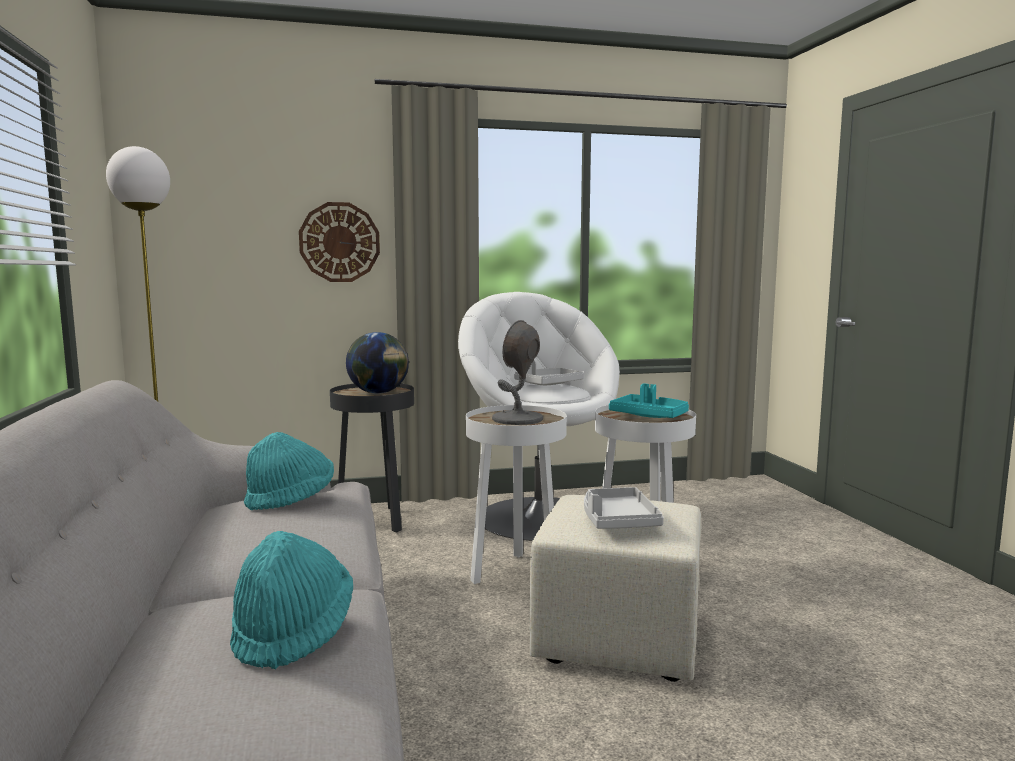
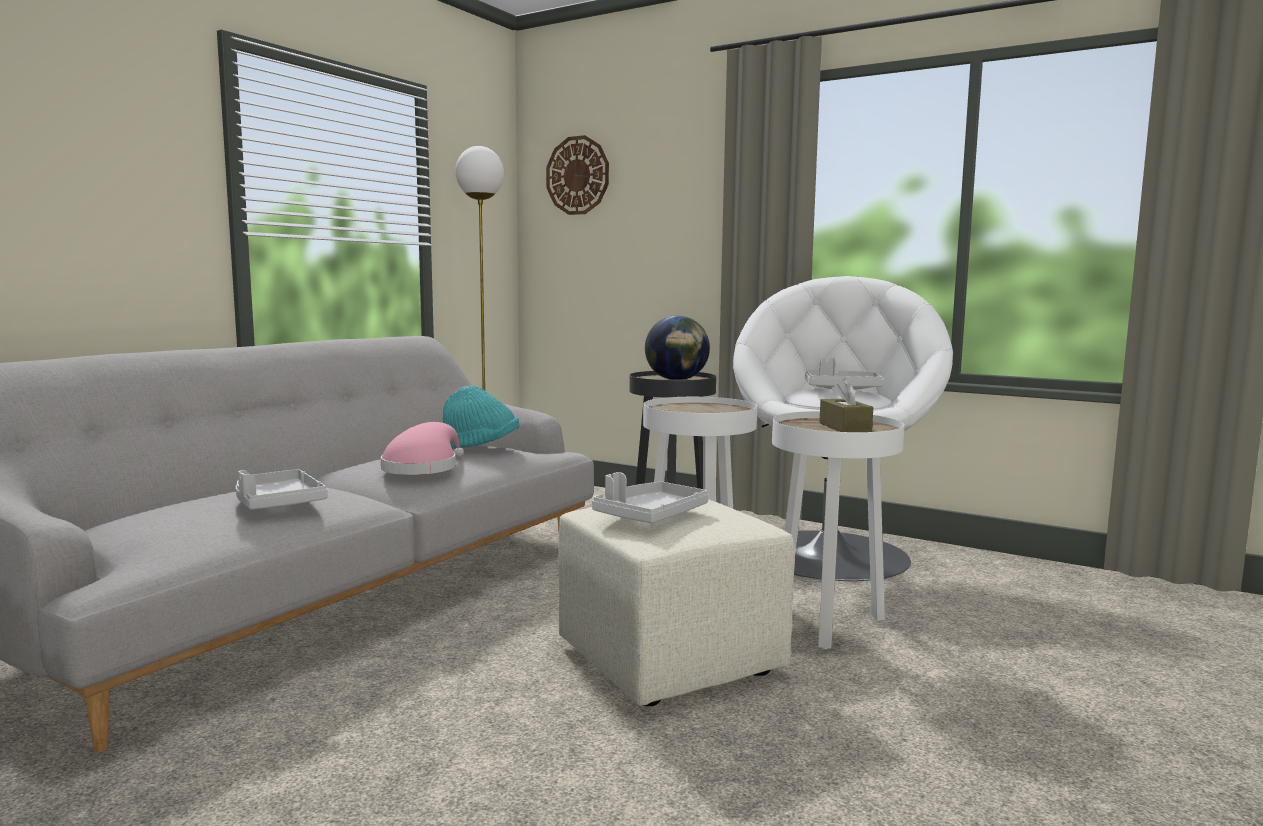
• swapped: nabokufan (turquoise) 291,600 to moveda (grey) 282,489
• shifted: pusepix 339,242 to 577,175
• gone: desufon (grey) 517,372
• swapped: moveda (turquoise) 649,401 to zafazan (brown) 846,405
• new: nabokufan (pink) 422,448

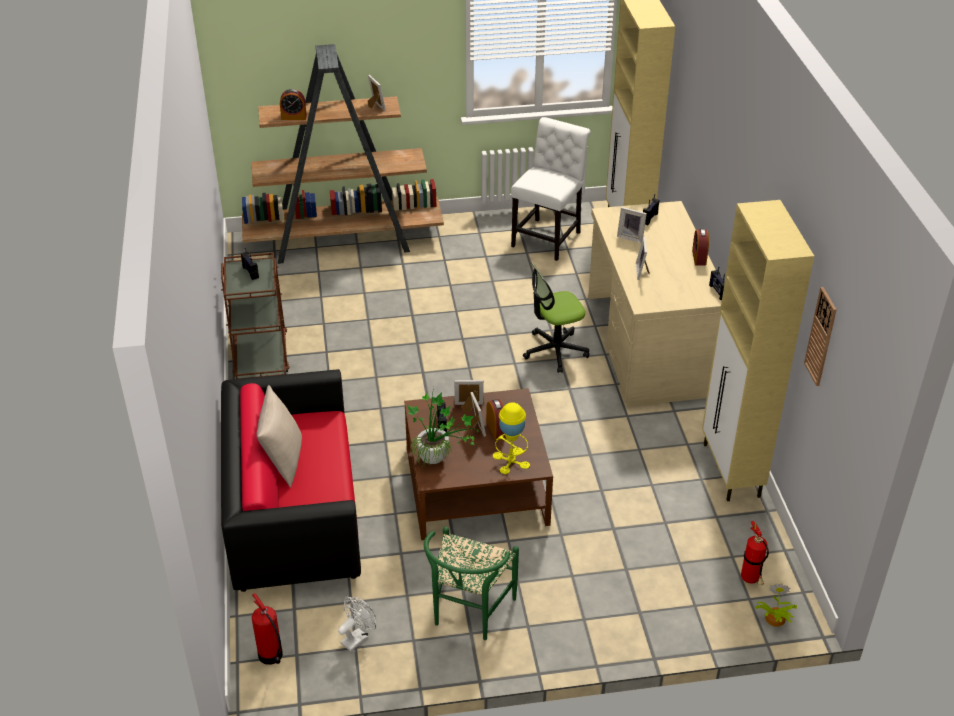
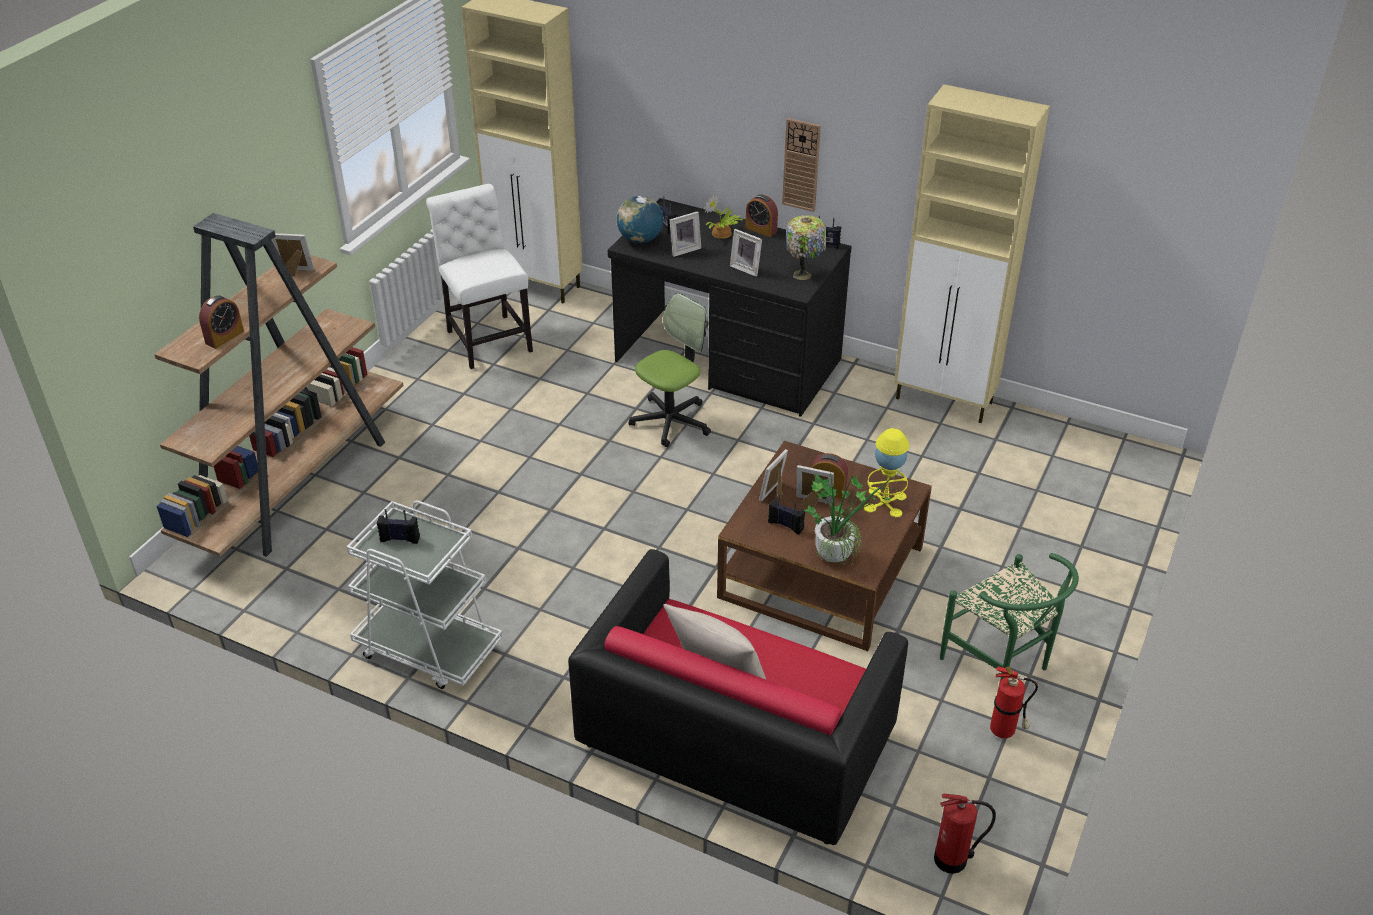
• repainted: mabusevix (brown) 255,316 to mabusevix (white) 425,594
• gone: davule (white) 357,624
• rotated: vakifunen 556,317 = 670,370 150 degrees counterclockwise
• repainted: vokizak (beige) 655,303 to vokizak (black) 730,307
• shifted: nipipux 755,553 to 1014,702
• shifted: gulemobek 776,605 to 724,217
• shifted: pusepix 820,336 to 801,165
• new: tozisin 640,219
• new: desufon 806,247

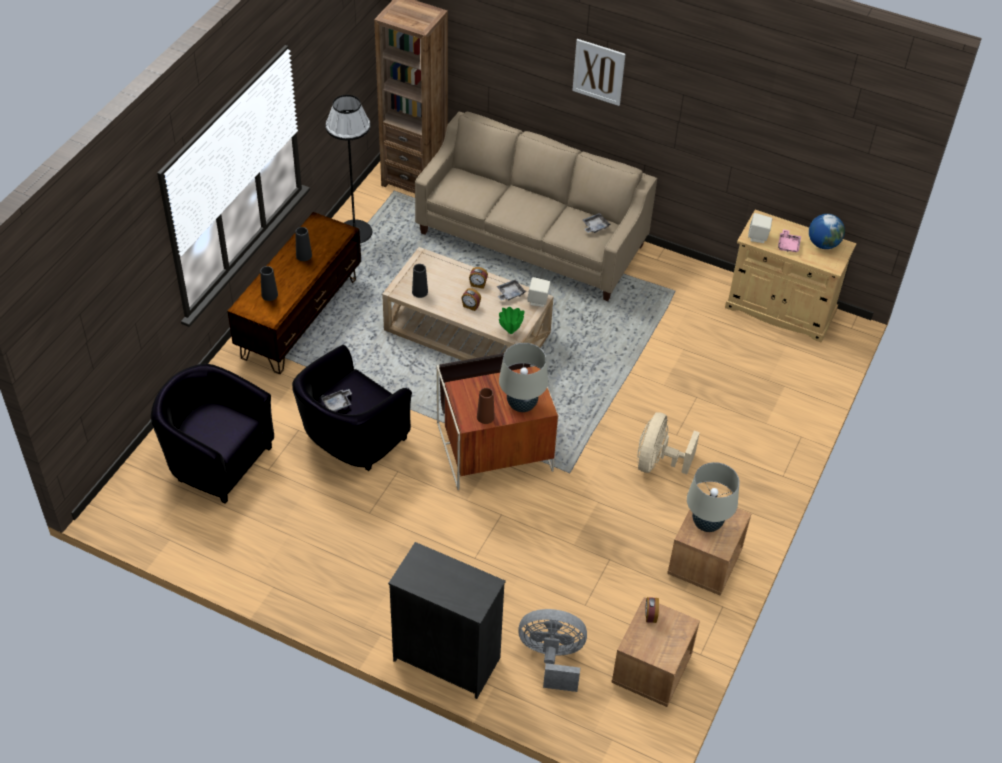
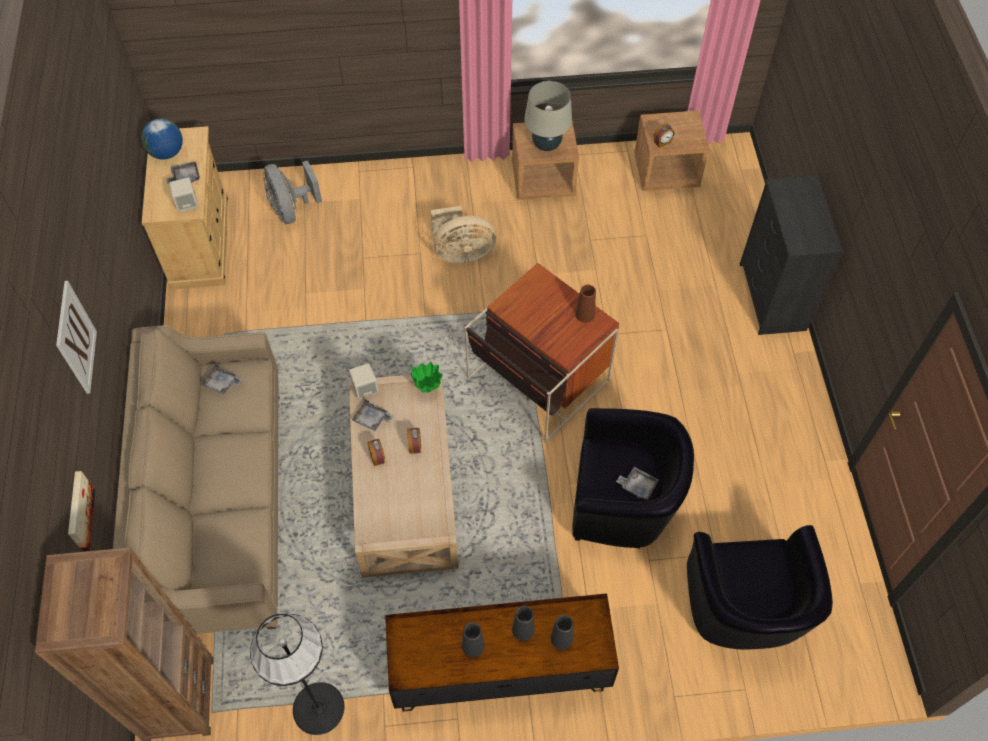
• shifted: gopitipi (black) 420,281 to 523,623
• gone: desufon (beige) 523,377
• shifted: davule (grey) 552,650 to 292,192
• repainted: moveda (pink) 789,240 to moveda (grey) 183,172
• new: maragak 81,511

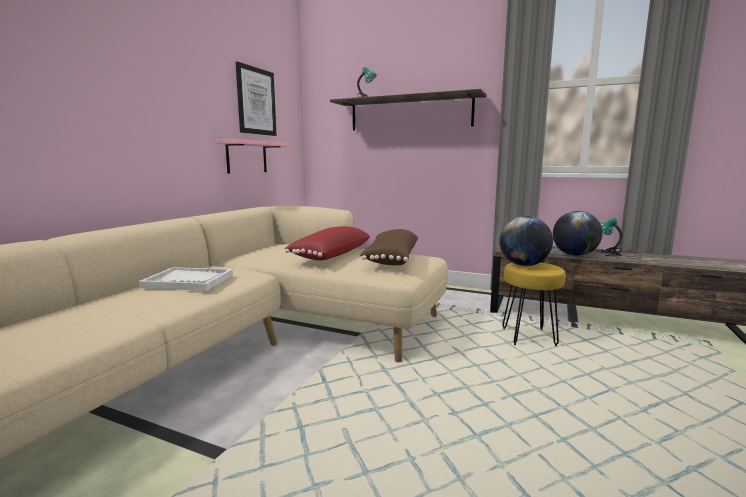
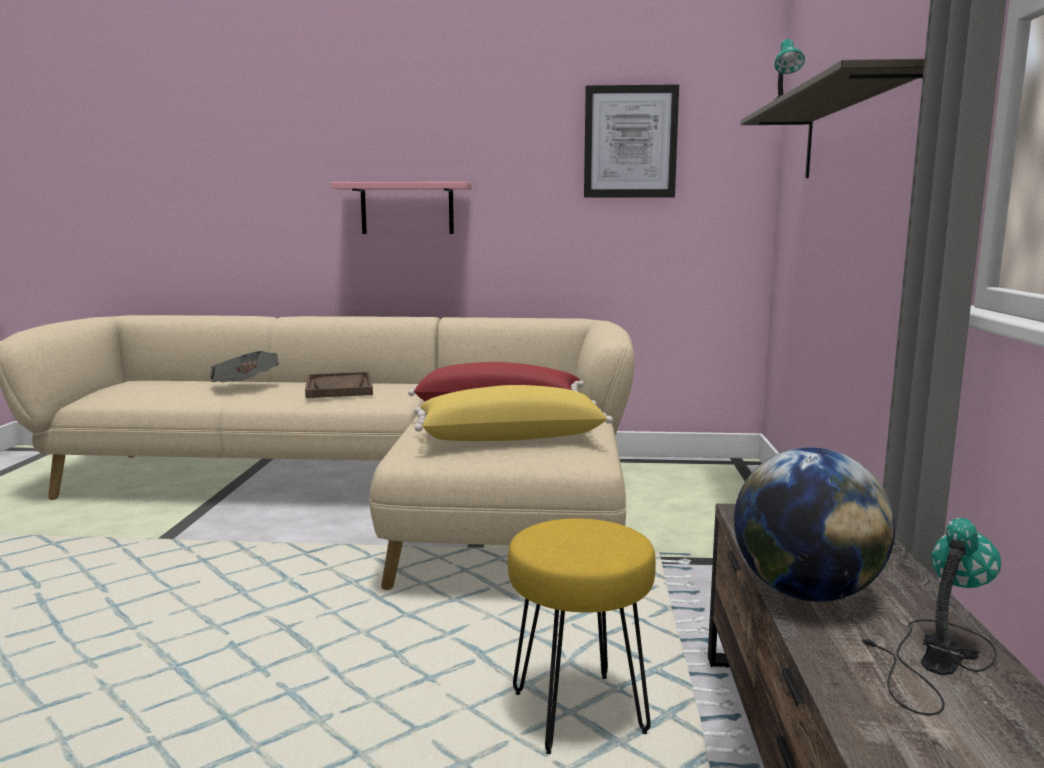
• repainted: moveda (white) 186,279 to moveda (brown) 339,385
• shifted: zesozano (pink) 253,156 to 401,208
• repainted: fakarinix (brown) 389,247 to fakarinix (yellow) 513,413
• gone: tozisin 526,241
• new: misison 244,366

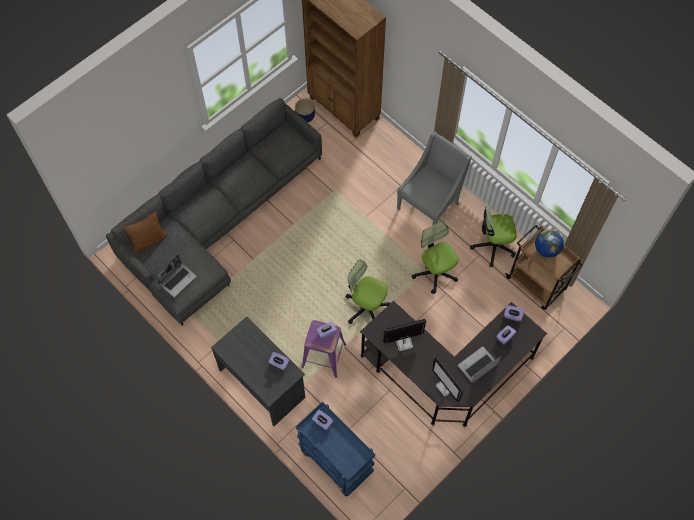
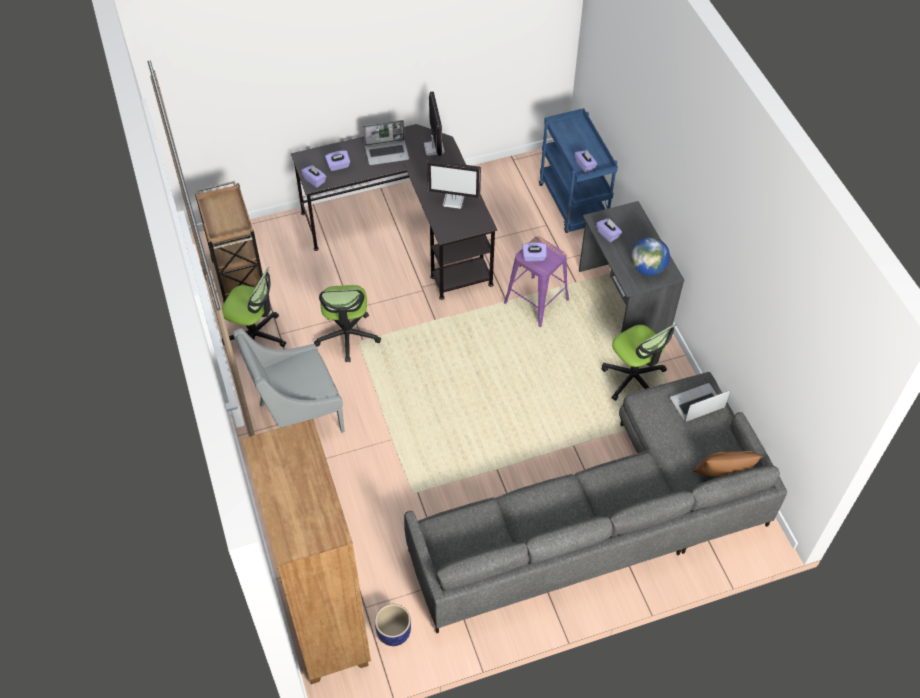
• shifted: vakifunen 367,291 to 639,362
• shifted: tozisin 549,243 to 650,256

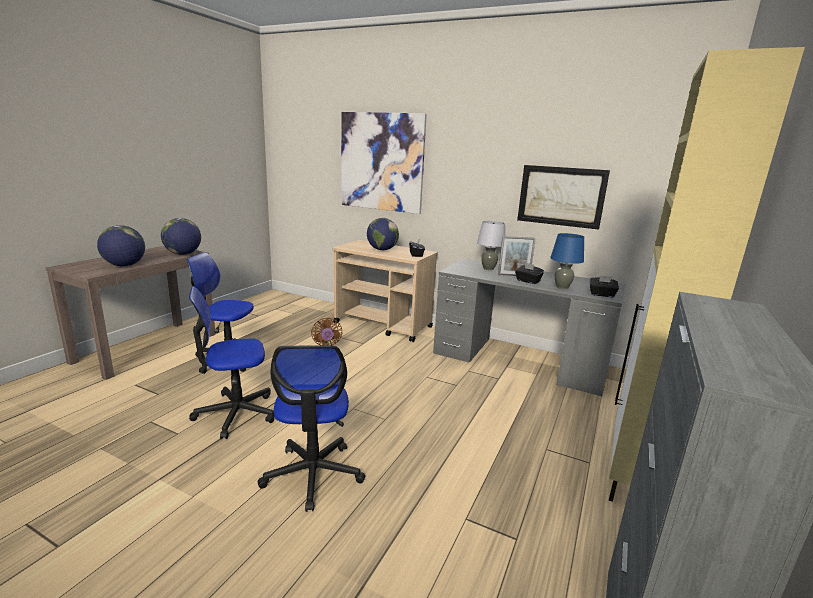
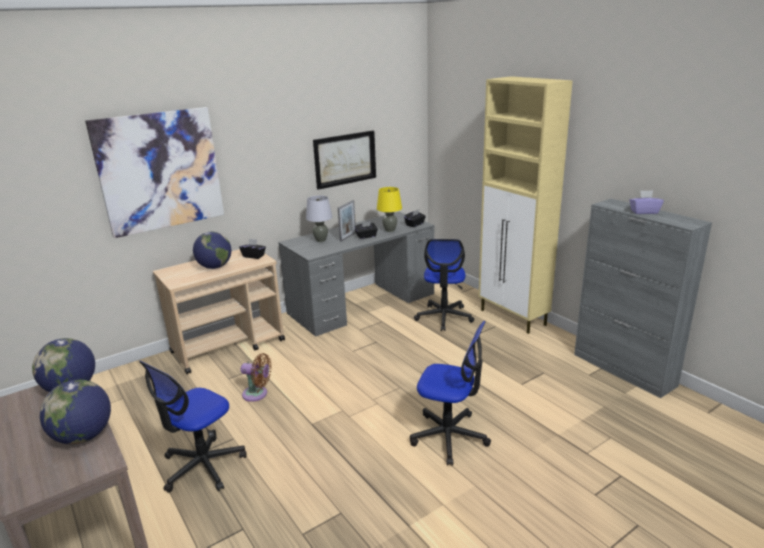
• shifted: vakifunen 231,362 to 444,285
• repainted: desufon (blue) 567,261 to desufon (yellow) 389,209
• new: zafazan (purple) 646,202

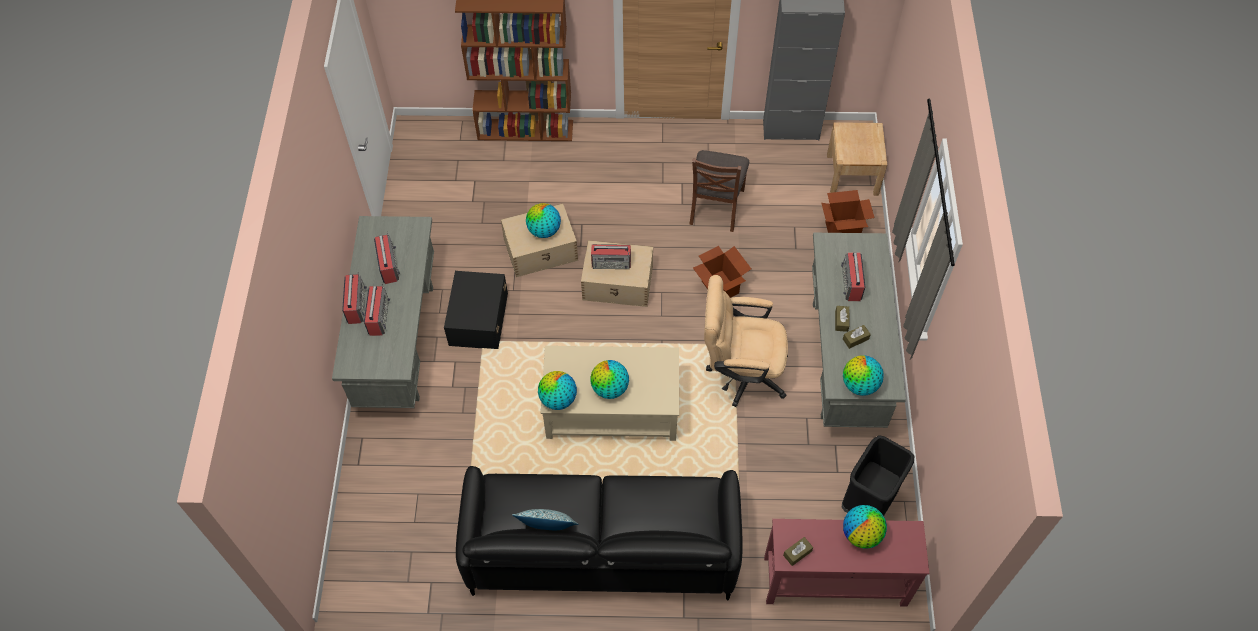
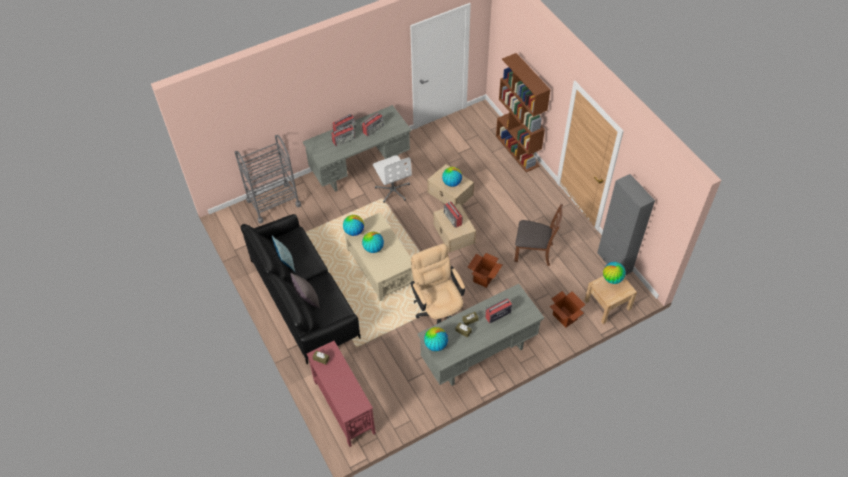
• swapped: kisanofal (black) 476,310 to vakifunen (white) 392,179
• rotated: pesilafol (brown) 719,191 = 538,235 150 degrees counterclockwise
• gone: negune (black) 877,475
• shifted: tozisin 865,527 to 614,273
• new: mabusevix (grey) 268,179
• new: fakarinix (grey) 305,290

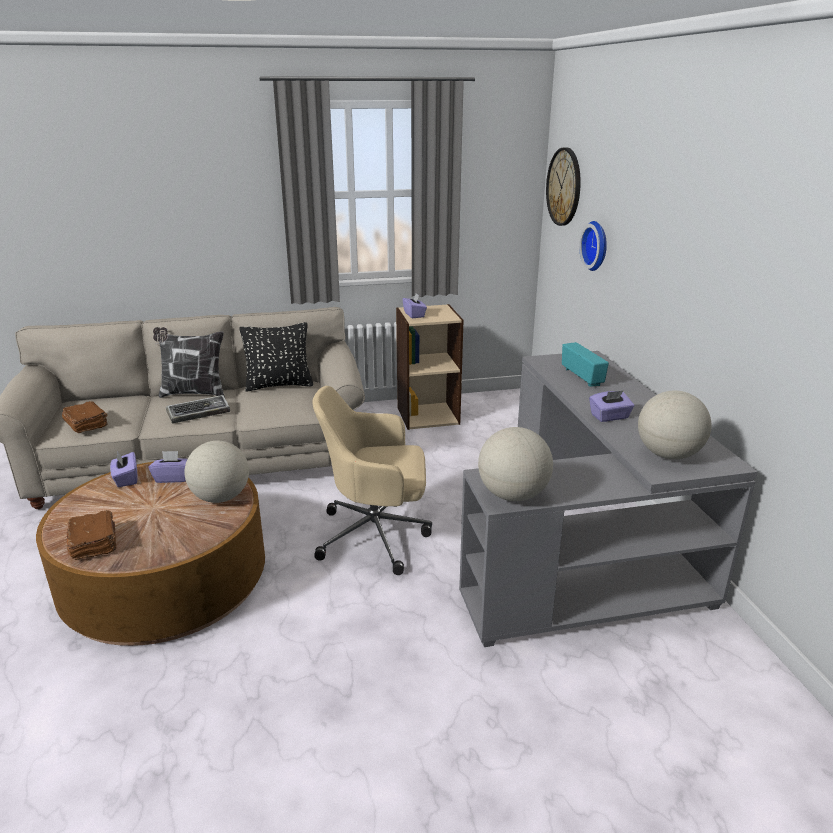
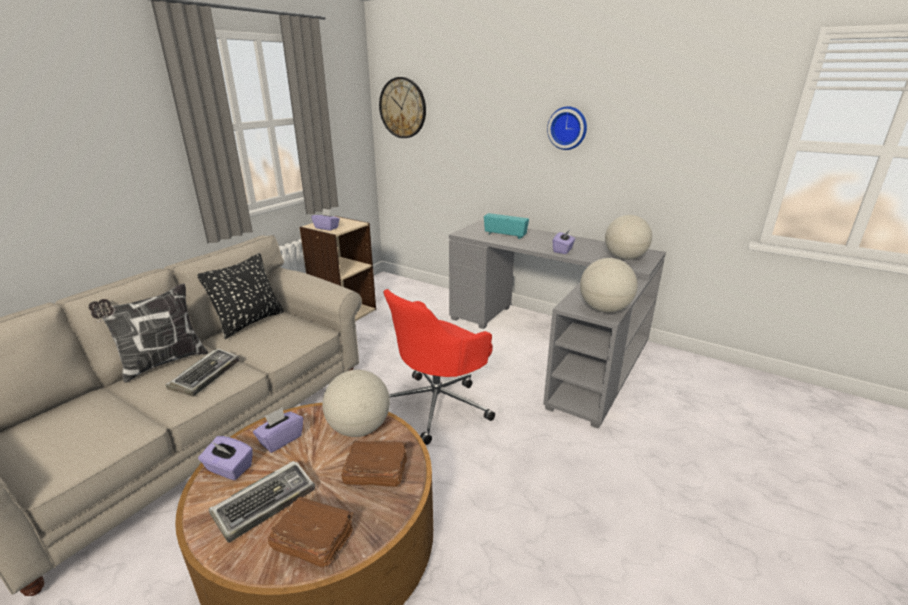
• shifted: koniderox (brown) 85,417 to 374,464
• repainted: vakifunen (beige) 372,480 to vakifunen (red) 439,367
• shifted: pusepix 593,246 to 567,128
• new: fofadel 262,502

